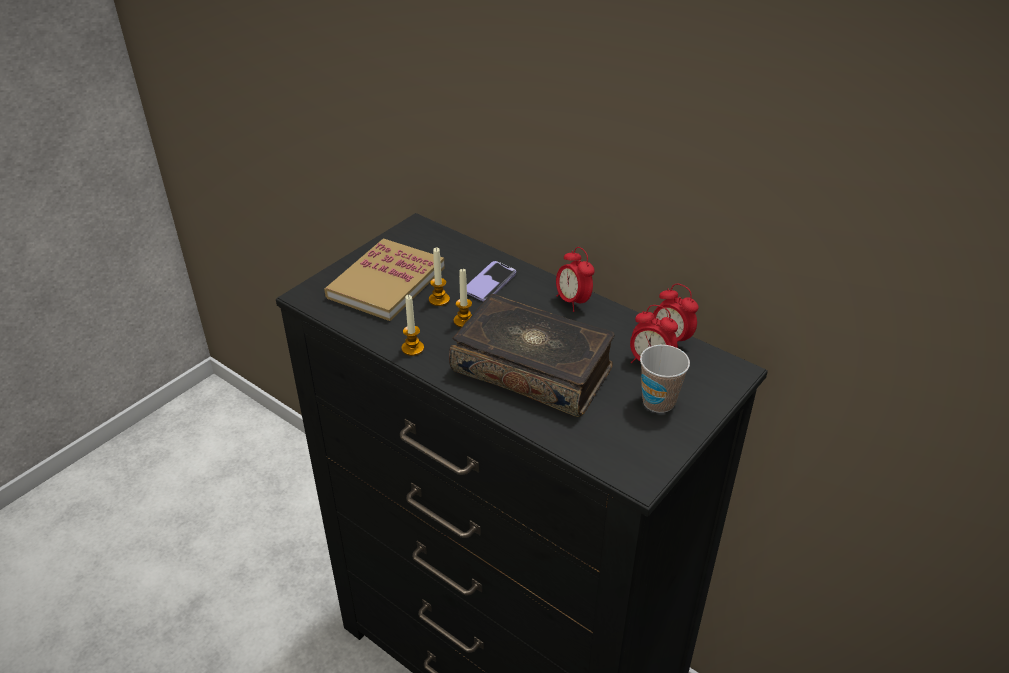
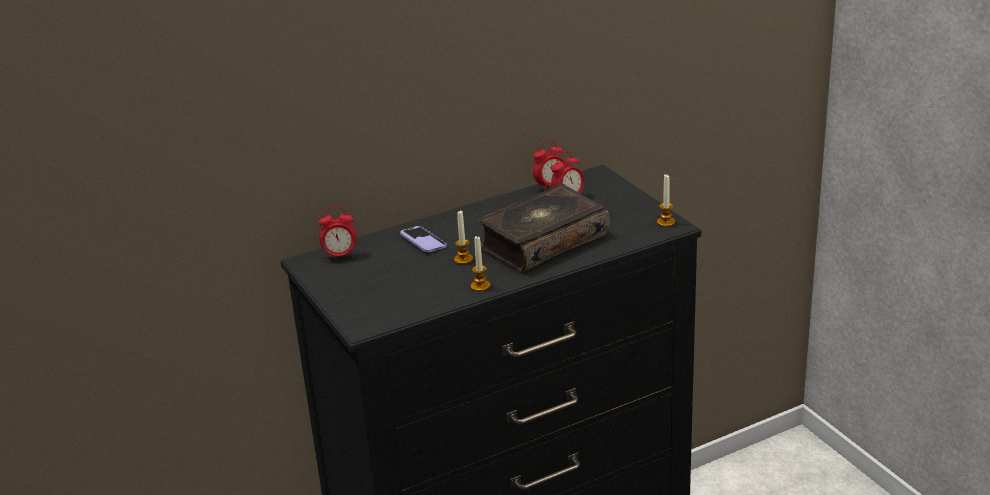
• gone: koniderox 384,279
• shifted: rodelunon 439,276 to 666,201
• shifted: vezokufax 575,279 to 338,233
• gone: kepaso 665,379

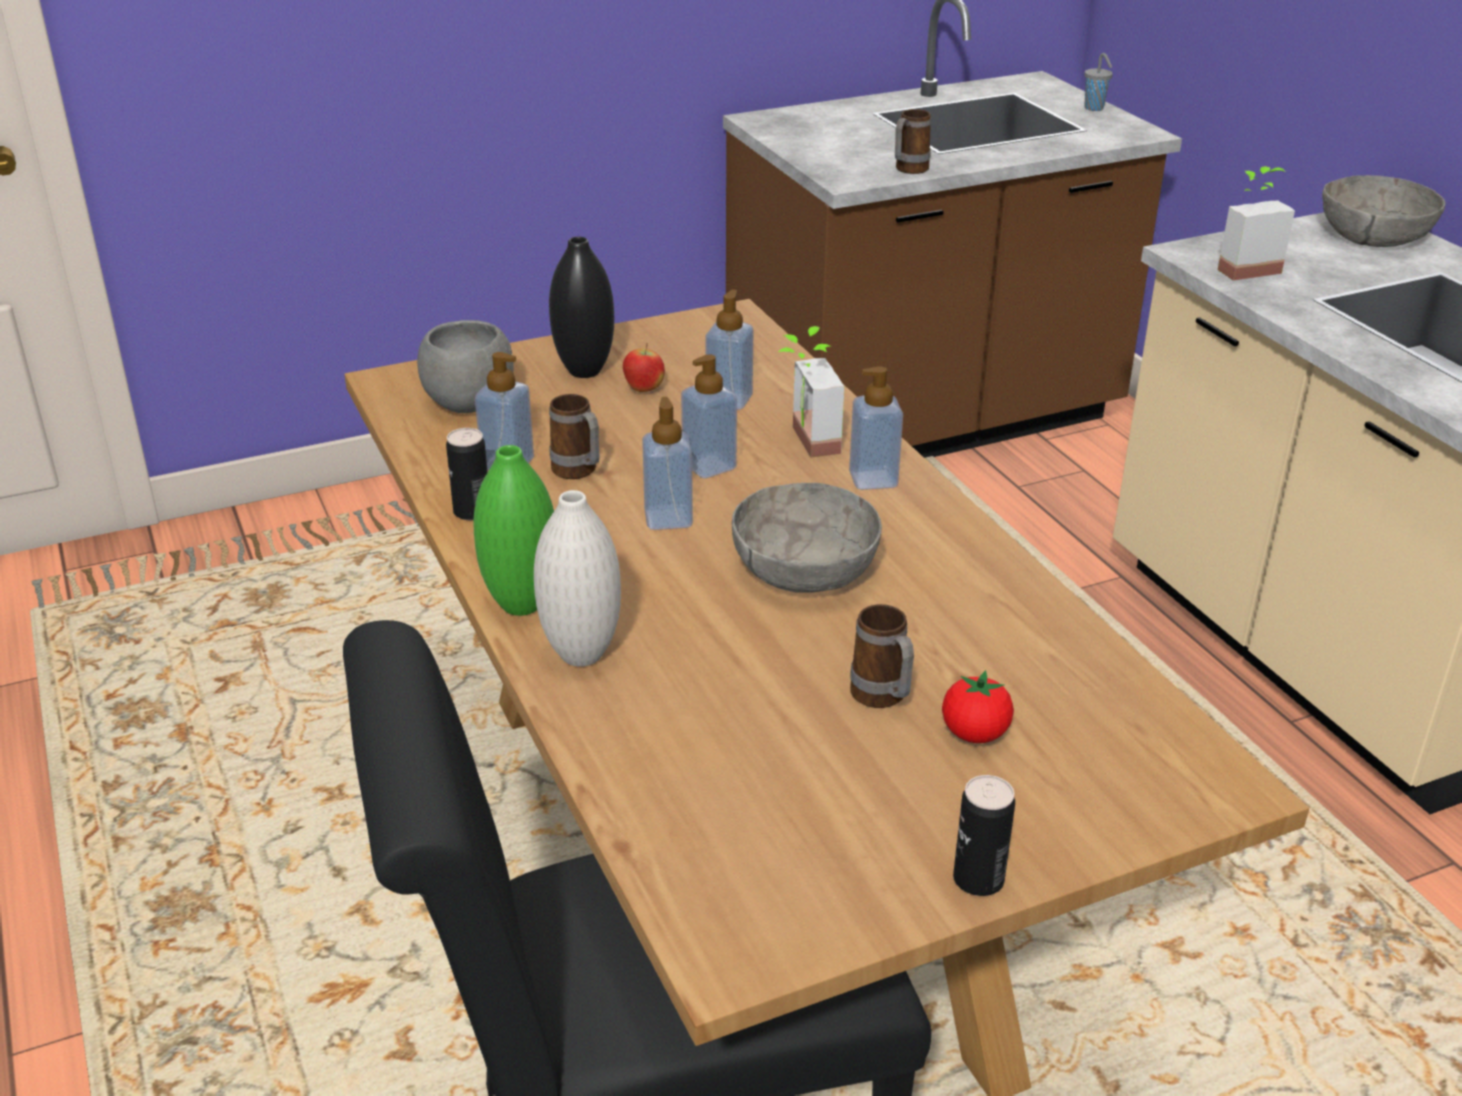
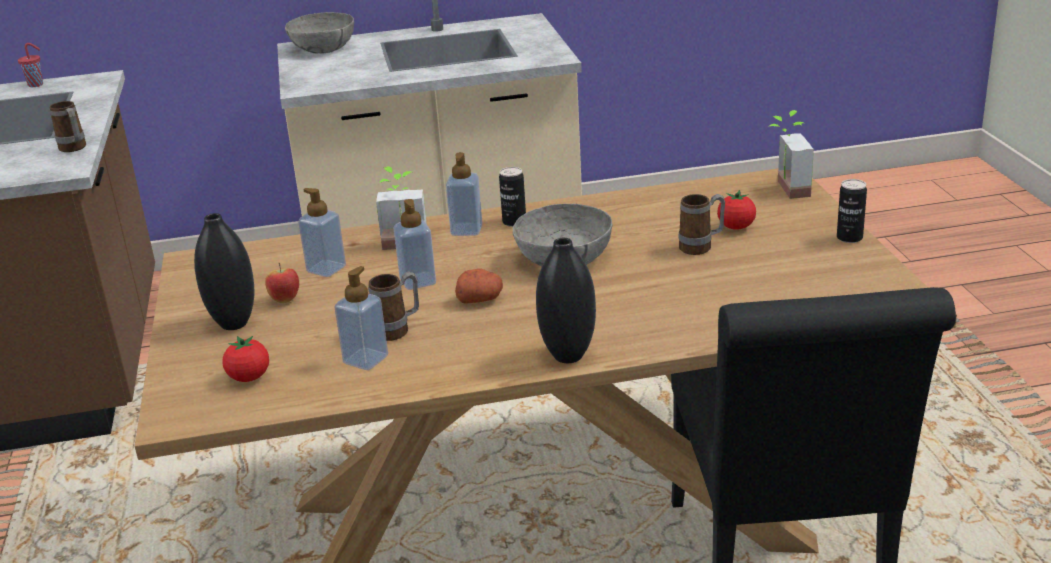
• swapped: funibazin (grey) 465,366 to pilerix 246,359
• shifted: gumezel 467,474 to 512,197
• repainted: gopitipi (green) 513,530 to gopitipi (black) 566,300
• gone: gopitipi (white) 577,578
• swapped: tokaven 667,463 to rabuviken 479,286
• repainted: kepaso (grey) 1098,82 to kepaso (red) 30,65
• shifted: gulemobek 1256,223 to 792,154

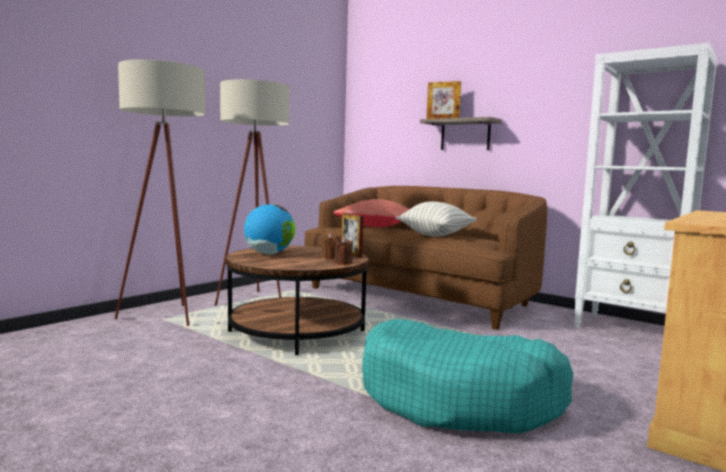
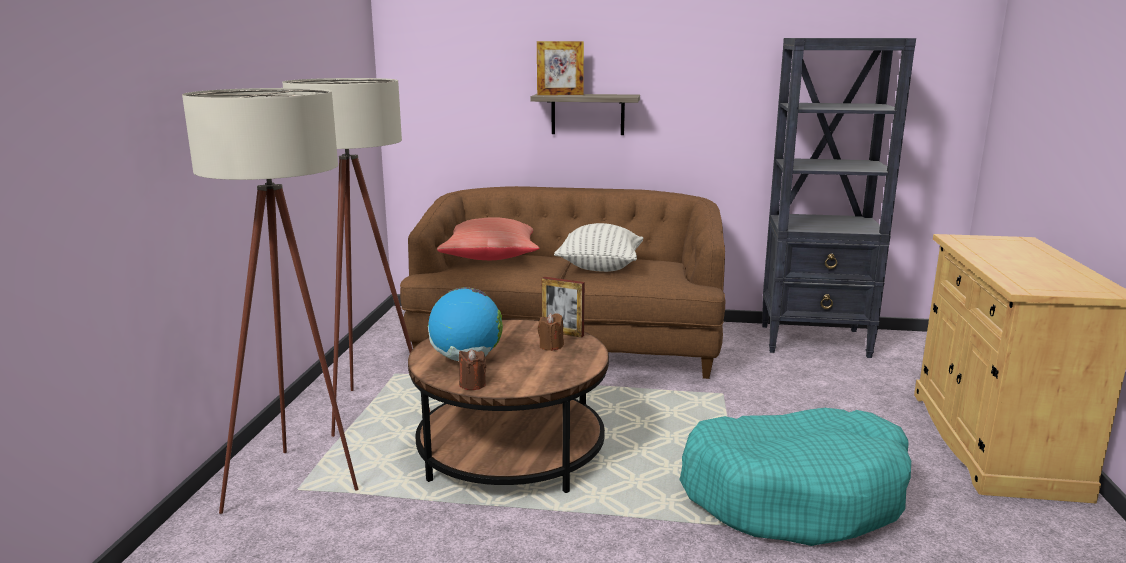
• shifted: rodelunon (brown) 344,251 to 472,369
• repainted: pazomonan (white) 645,185 to pazomonan (black) 839,198

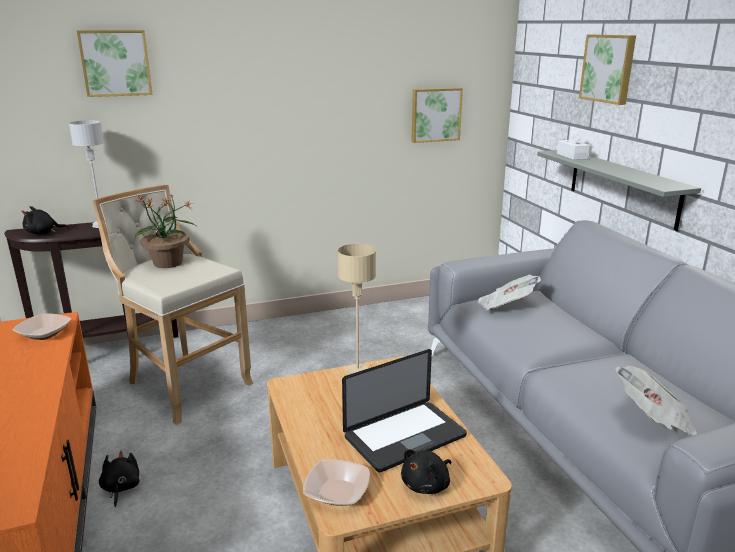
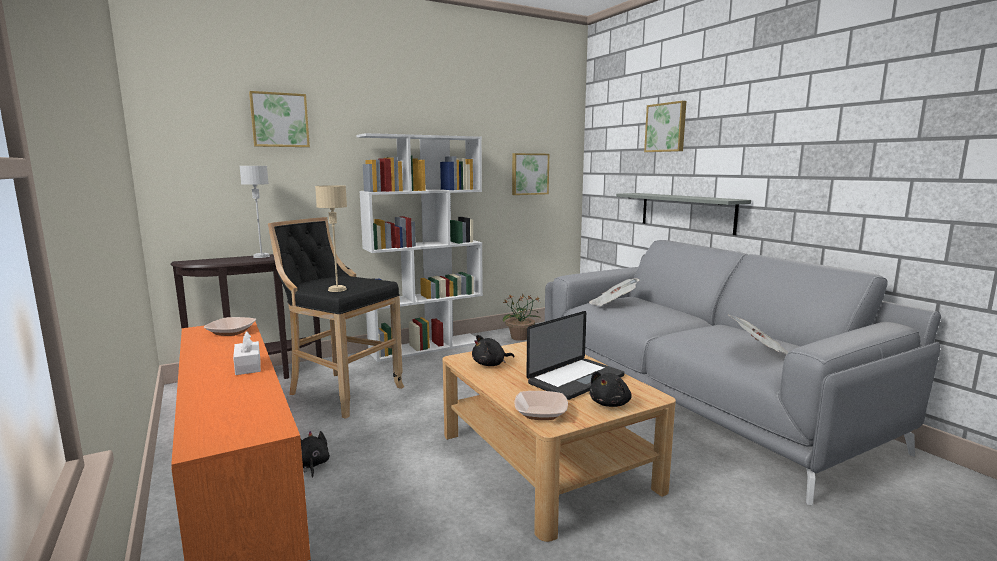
• shifted: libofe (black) 45,220 to 493,350
• repainted: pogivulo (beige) 173,305 to pogivulo (black) 336,318
• shifted: gulemobek 165,231 to 522,317
• shifted: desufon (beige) 356,309 to 331,238
• shifted: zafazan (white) 573,144 to 247,353
• new: pazomonan (white) 419,247

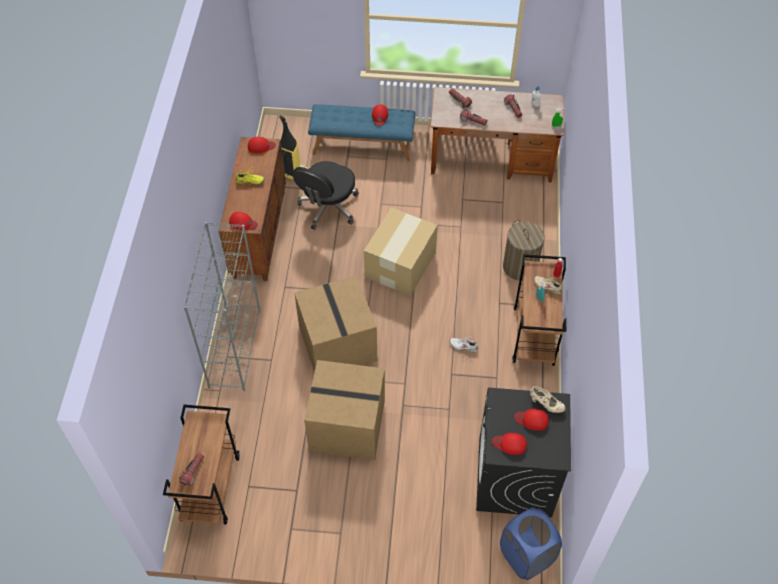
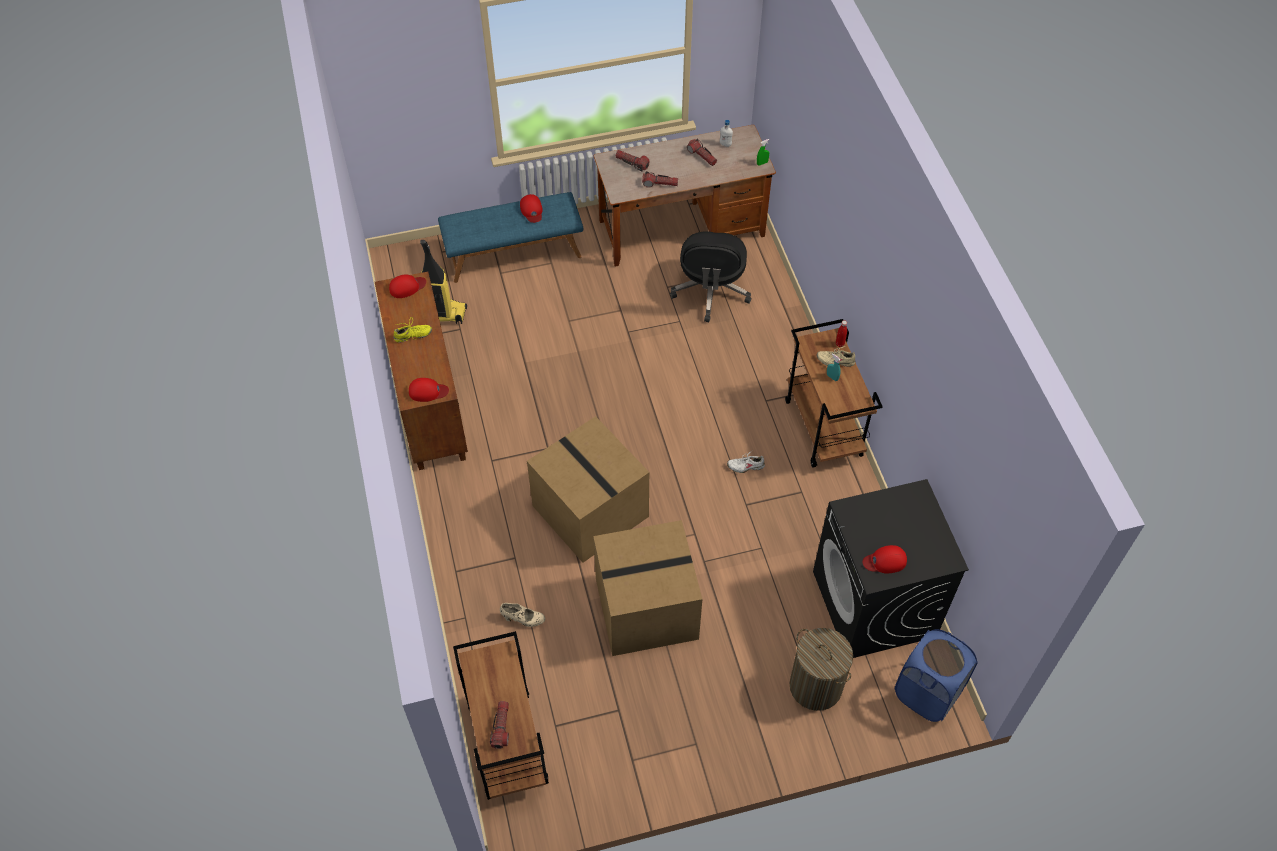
• gone: pazomonan (grey) 222,306
• shifted: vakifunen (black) 326,195 to 710,277
• gone: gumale 401,251
• shifted: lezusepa 524,250 to 821,669
• gone: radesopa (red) 531,420
• shifted: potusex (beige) 548,399 to 522,615

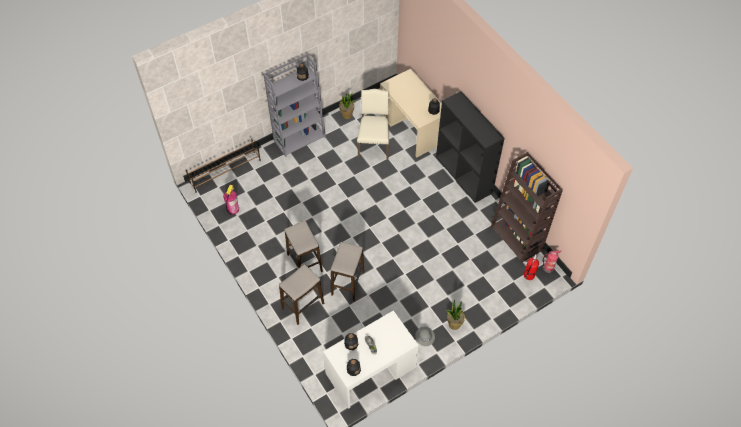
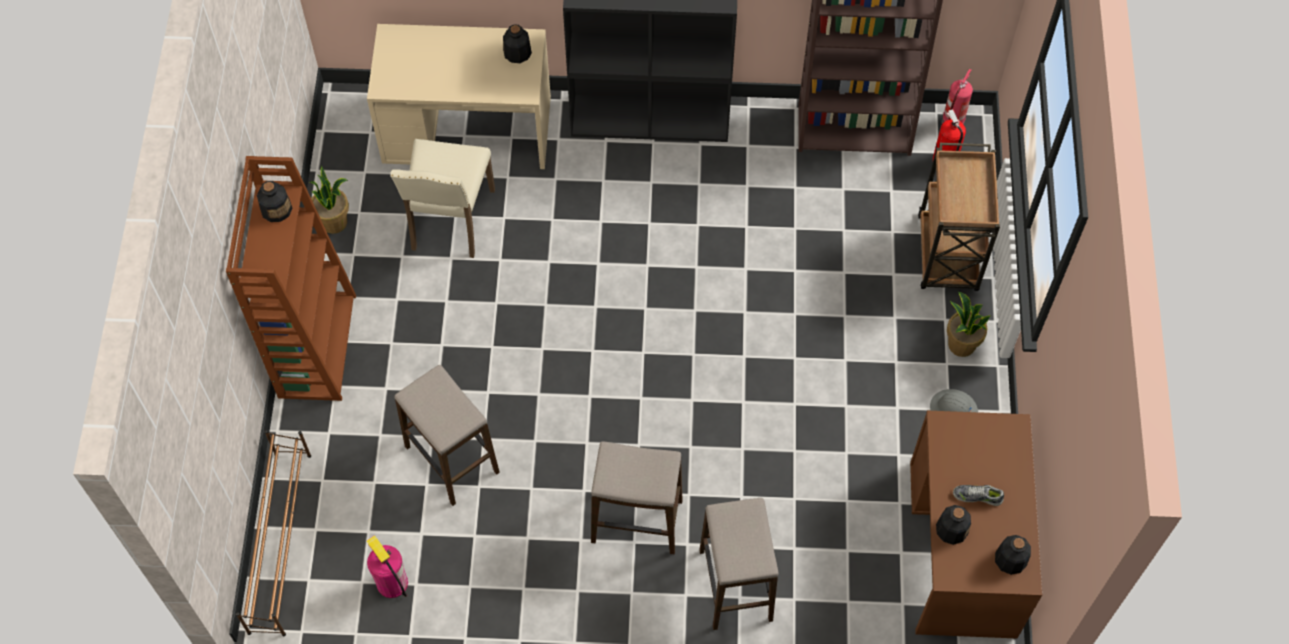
• repainted: pazomonan (grey) 294,105 to pazomonan (brown) 291,278
• repainted: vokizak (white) 371,359 to vokizak (brown) 976,524
• shifted: pogivulo 348,271 to 447,435
• rotated: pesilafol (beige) 373,124 = 442,198 120 degrees counterclockwise
• new: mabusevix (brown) 959,217

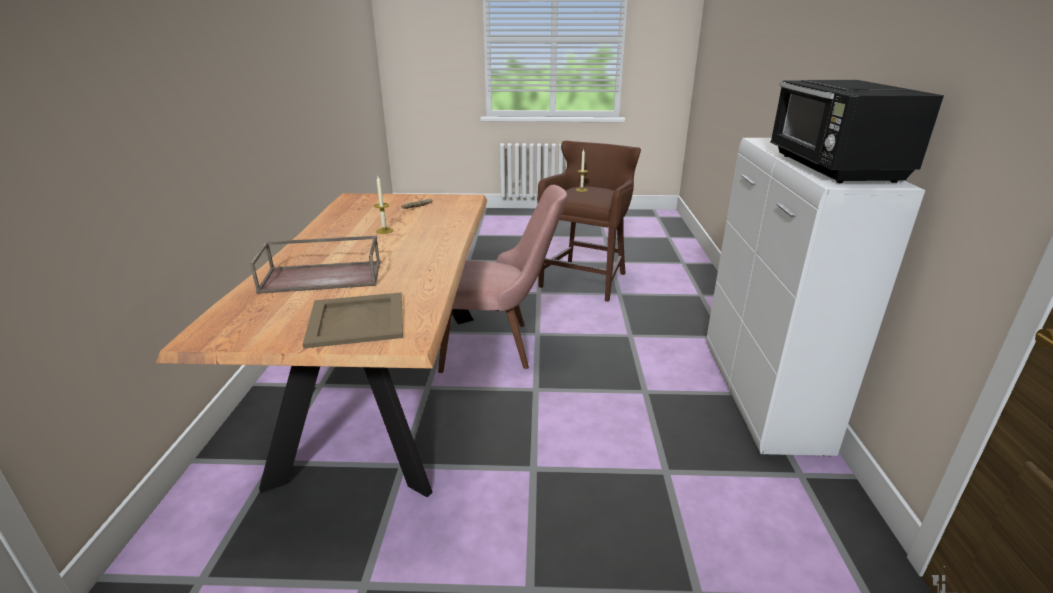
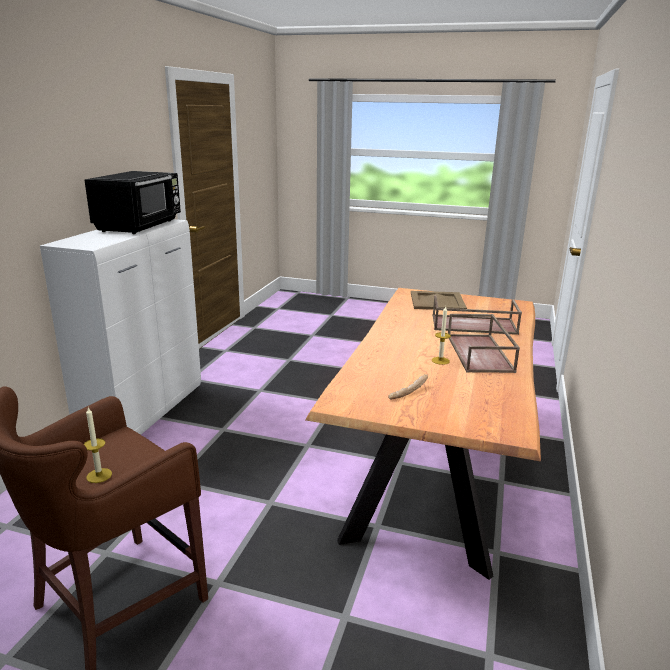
• gone: pesilafol (pink) 502,279
• new: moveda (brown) 484,343

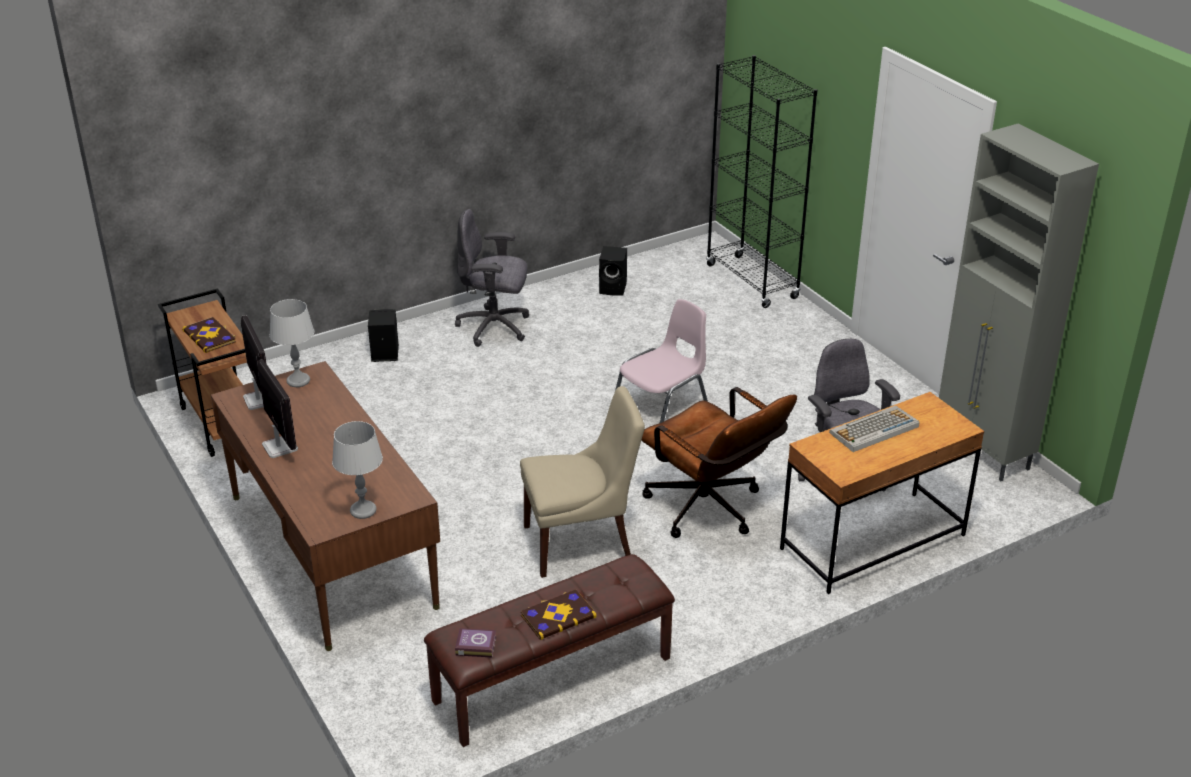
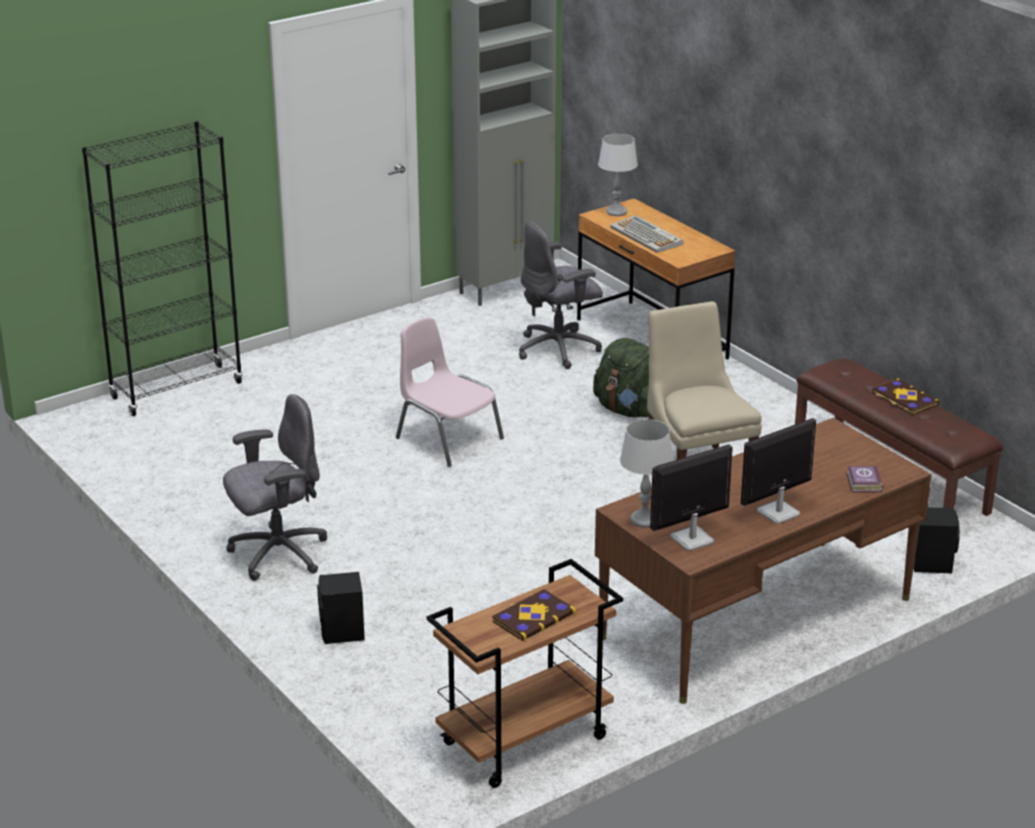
• shifted: desufon (grey) 357,470 to 618,175
• rotated: vakifunen (grey) 492,278 = 275,487 120 degrees counterclockwise
• shifted: koniderox 475,643 to 865,478
• shifted: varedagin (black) 613,271 to 937,540
• swapped: vakifunen (brown) 719,462 to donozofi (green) 621,378

